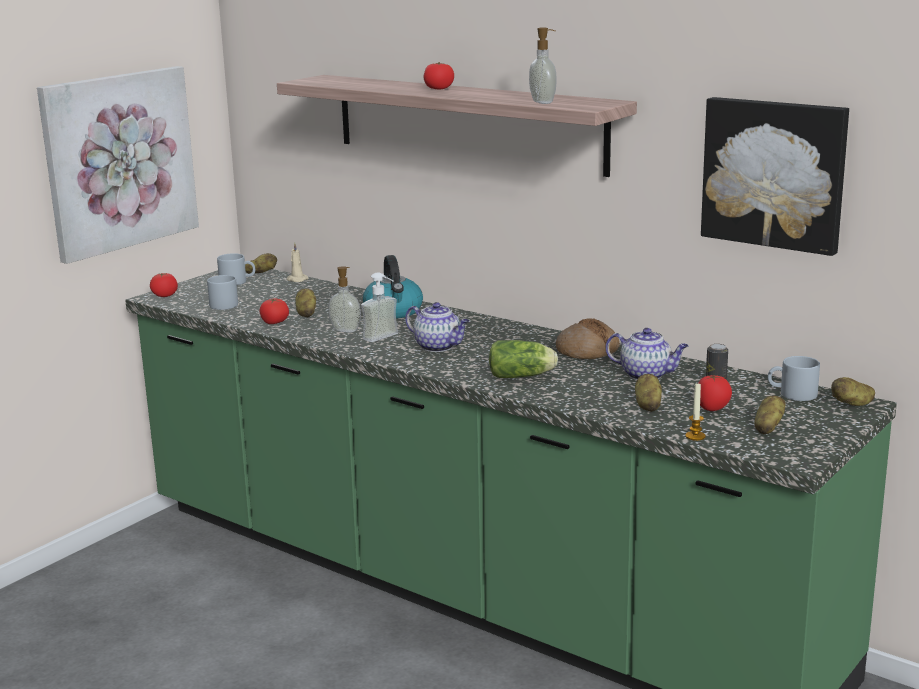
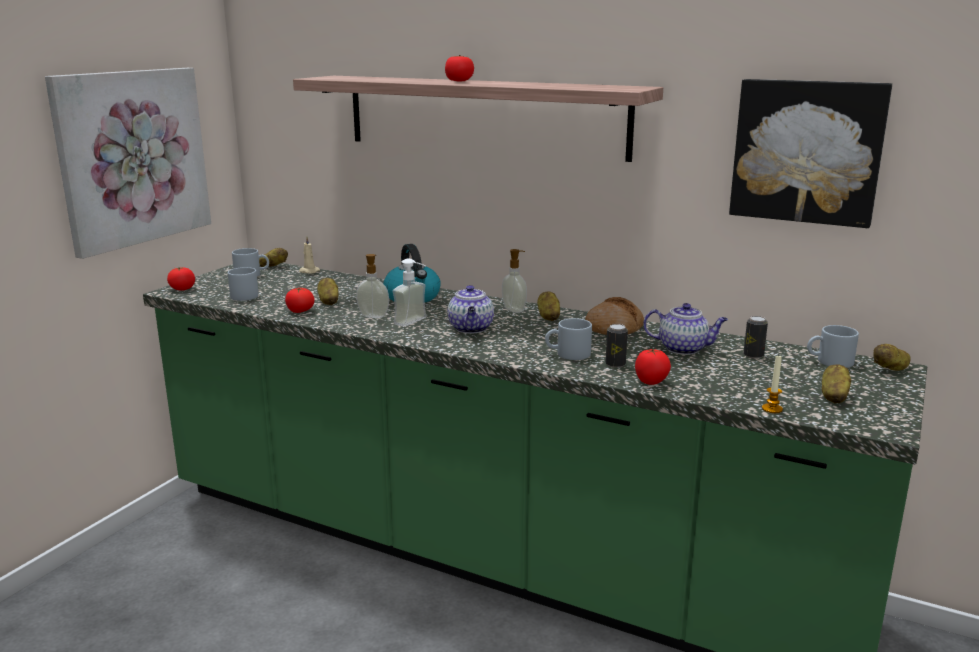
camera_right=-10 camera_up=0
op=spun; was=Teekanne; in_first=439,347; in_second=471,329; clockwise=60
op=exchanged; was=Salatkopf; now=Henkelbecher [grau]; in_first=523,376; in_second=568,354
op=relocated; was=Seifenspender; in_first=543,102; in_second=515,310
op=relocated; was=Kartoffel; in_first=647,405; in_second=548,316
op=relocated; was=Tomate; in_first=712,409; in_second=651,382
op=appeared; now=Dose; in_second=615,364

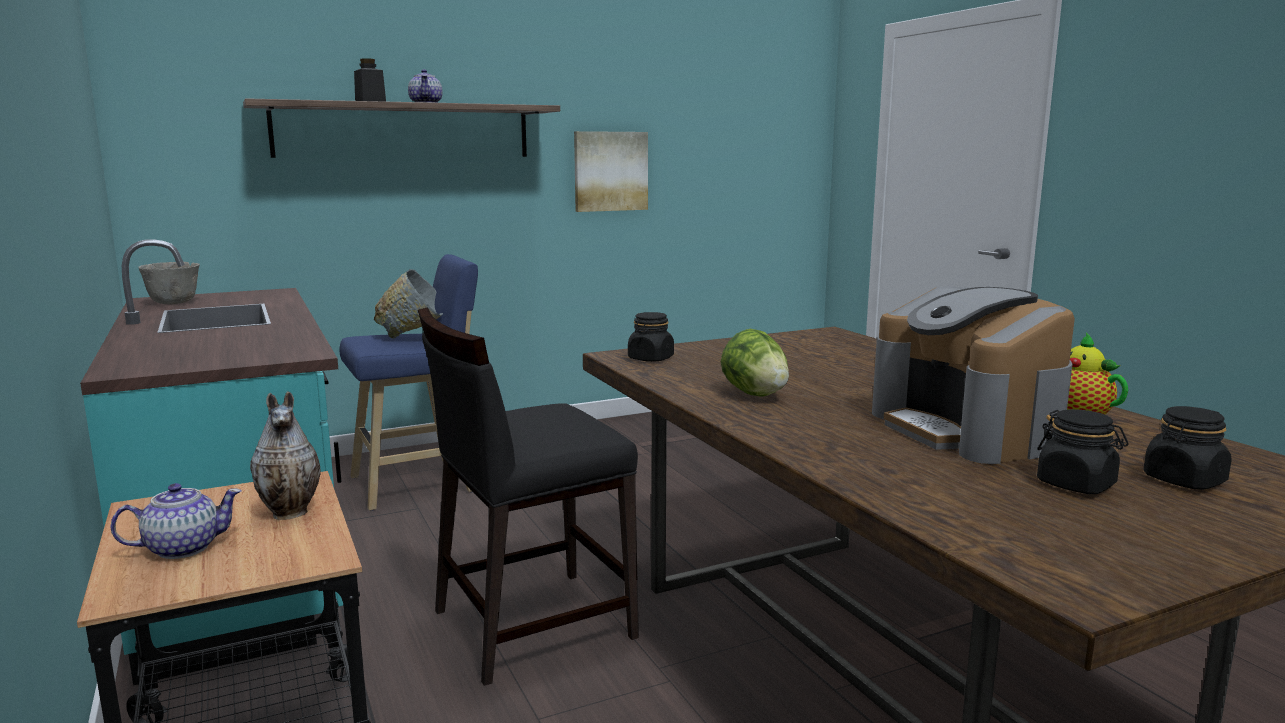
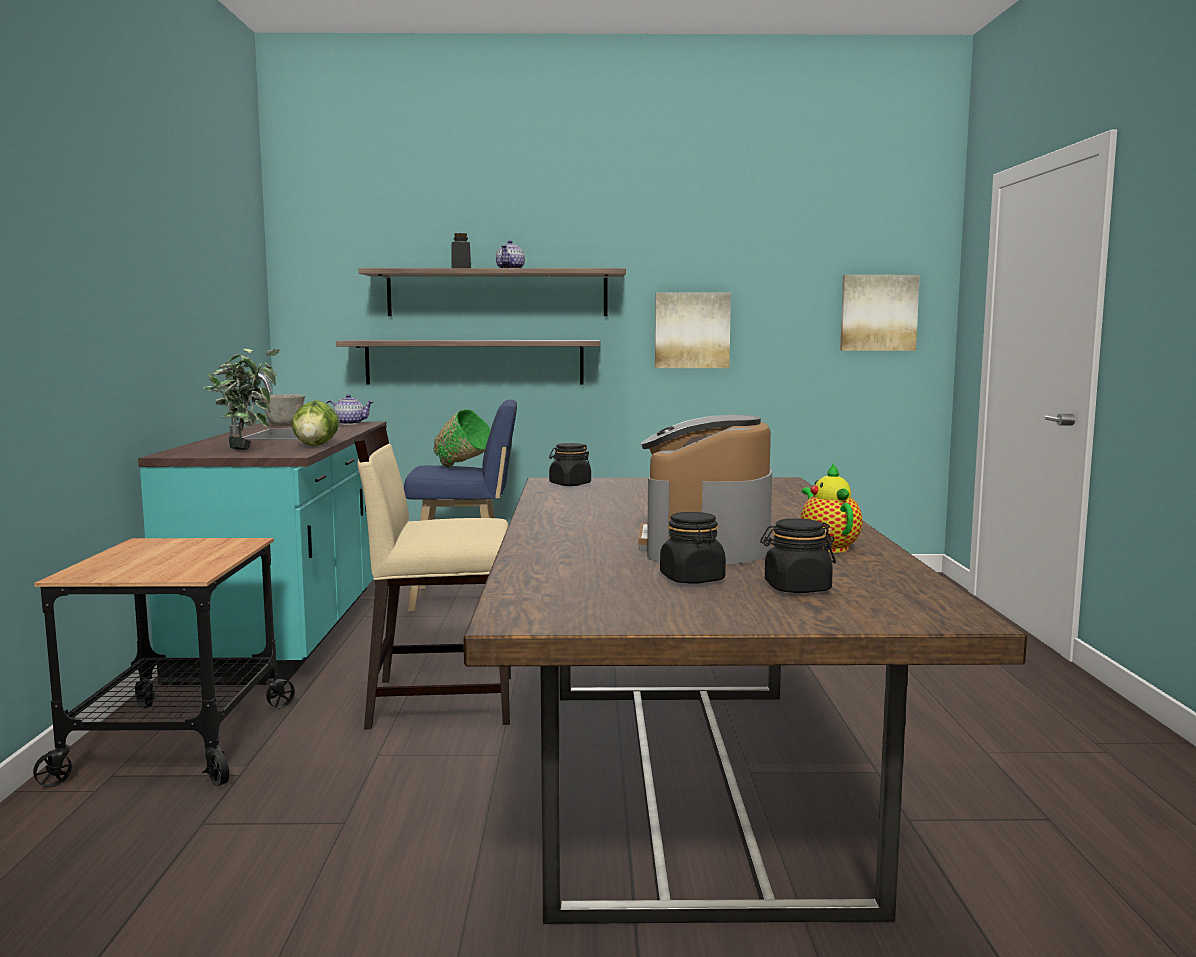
camera_right=25 camera_up=-5
op=relocated; was=Teekanne; in_first=182,548; in_second=349,423
op=missing; was=Vase; in_first=292,512
op=colour; was=Schüssel [grau]; now=Schüssel [grün]; in_first=414,337; in_second=464,468
op=colour; was=Stuhl [schwarz]; now=Stuhl [beige]; in_first=530,623; in_second=440,700
op=relocated; was=Salatkopf; in_first=755,394; in_second=316,445
op=appeared; now=Topfpflanze; in_second=246,448
op=appeared; now=Wandregal; in_second=474,362
op=appeared; now=Bild; in_second=878,313

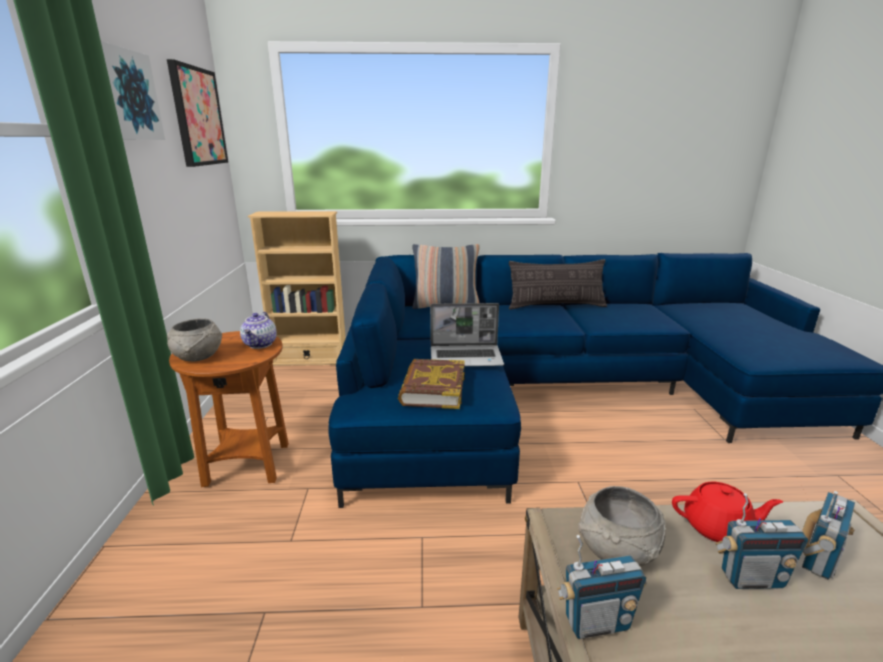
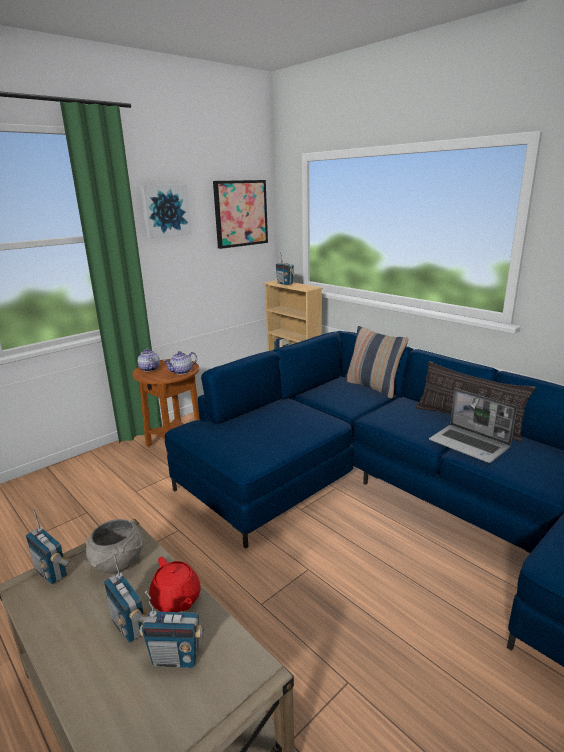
camera_right=50 camera_up=0
op=exchanged; was=Schüssel [grau]; now=Teekanne; in_first=198,357; in_second=149,369
op=missing; was=Buch; in_first=433,389
op=relocated; was=Laptop; in_first=466,357; in_second=470,444
op=appeared; now=Radio; in_second=285,284

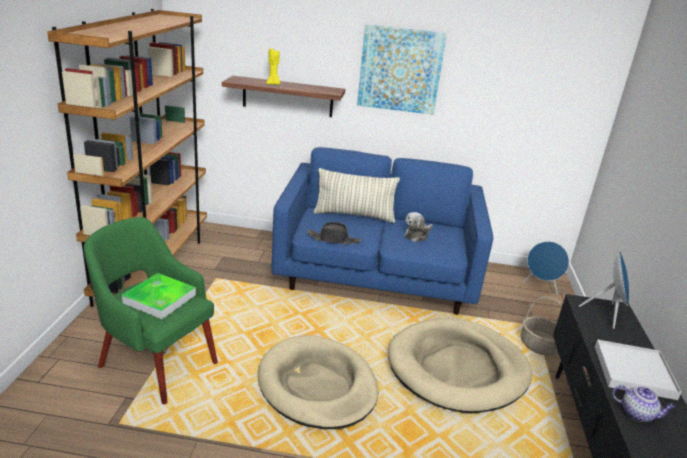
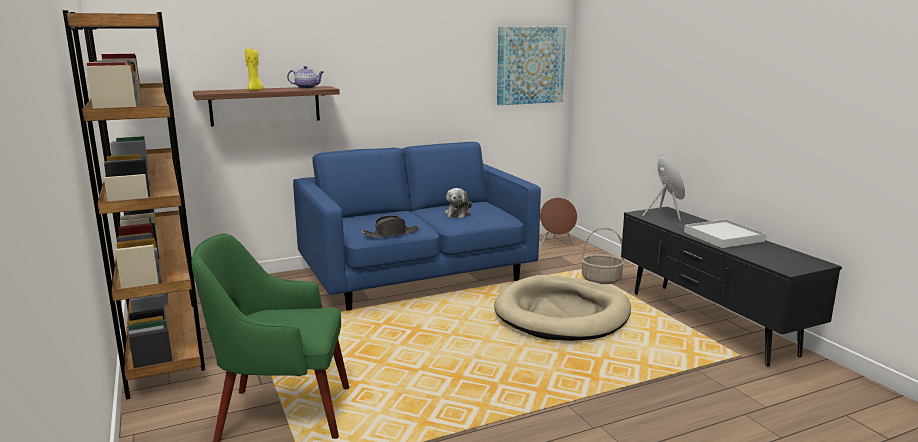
camera_right=-30 camera_up=-10
op=missing; was=Tablett; in_first=159,299
op=missing; was=Hundebett [beige]; in_first=317,385
op=missing; was=Kissen; in_first=354,215
op=relocated; was=Bild; in_first=400,70; in_second=530,65
op=colour; was=Lautsprecher [blau]; now=Lautsprecher [braun]; in_first=540,287; in_second=557,244
op=relocated; was=Teekanne; in_first=637,414; in_second=307,88

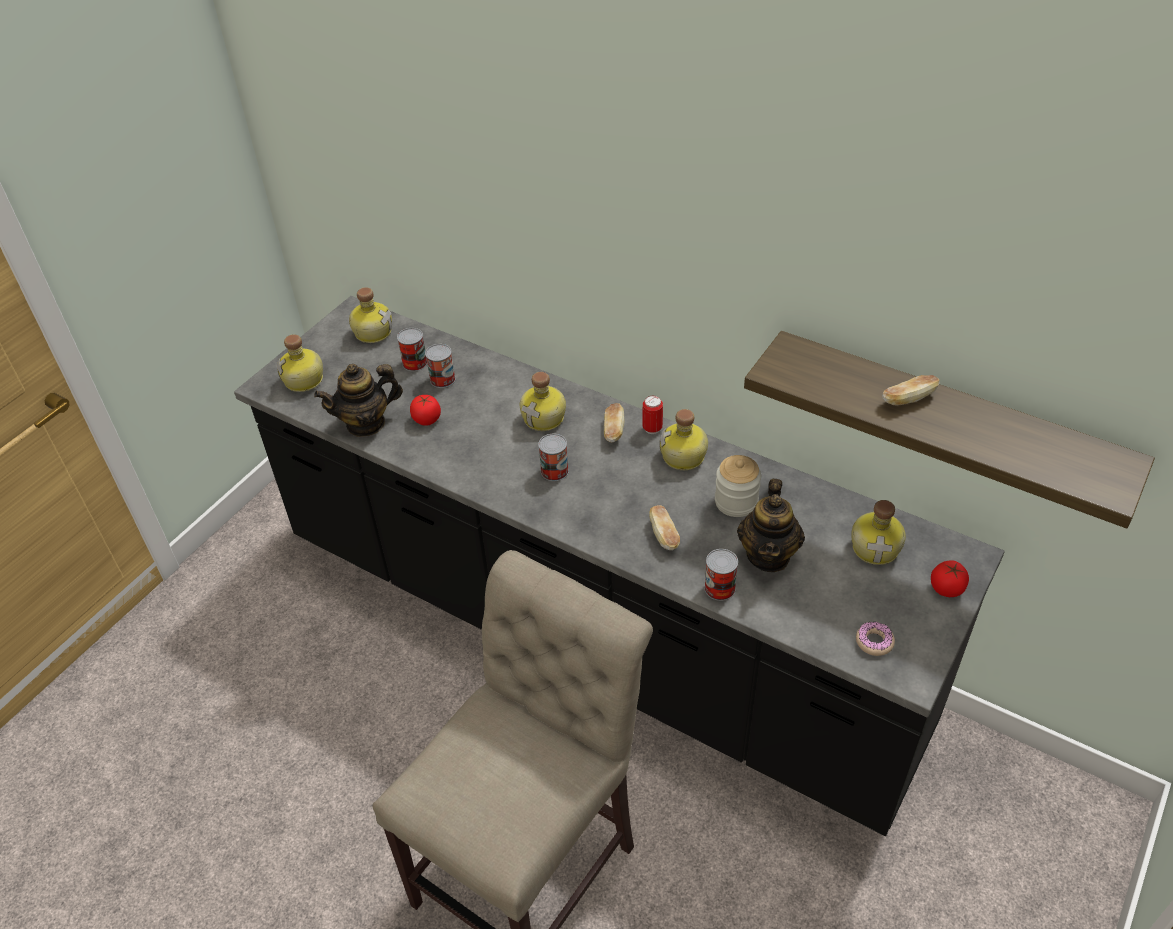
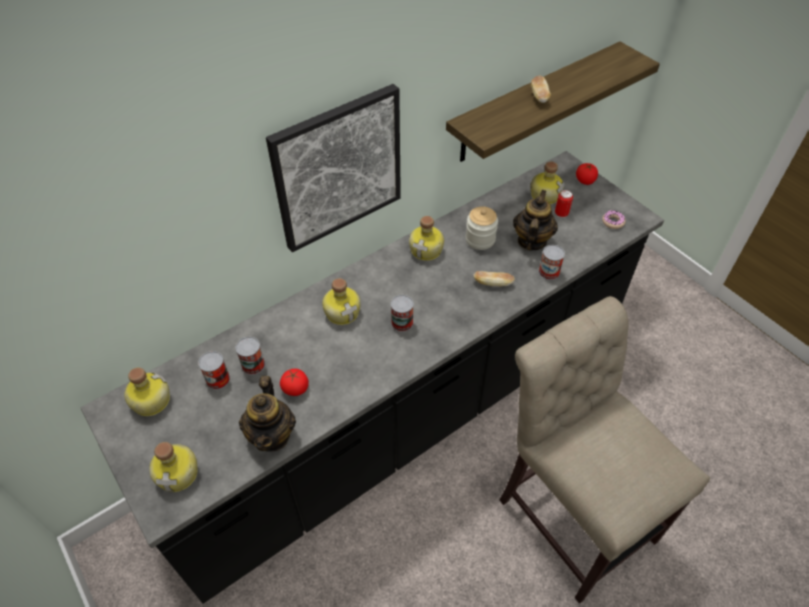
camera_right=-70 camera_up=5
op=missing; was=Brot; in_first=613,430
op=relocated; was=Dose; in_first=652,428; in_second=561,214
op=spun; was=Teekanne; in_first=768,555; in_second=531,241; clockwise=-105
op=appeared; now=Bild; in_second=338,168

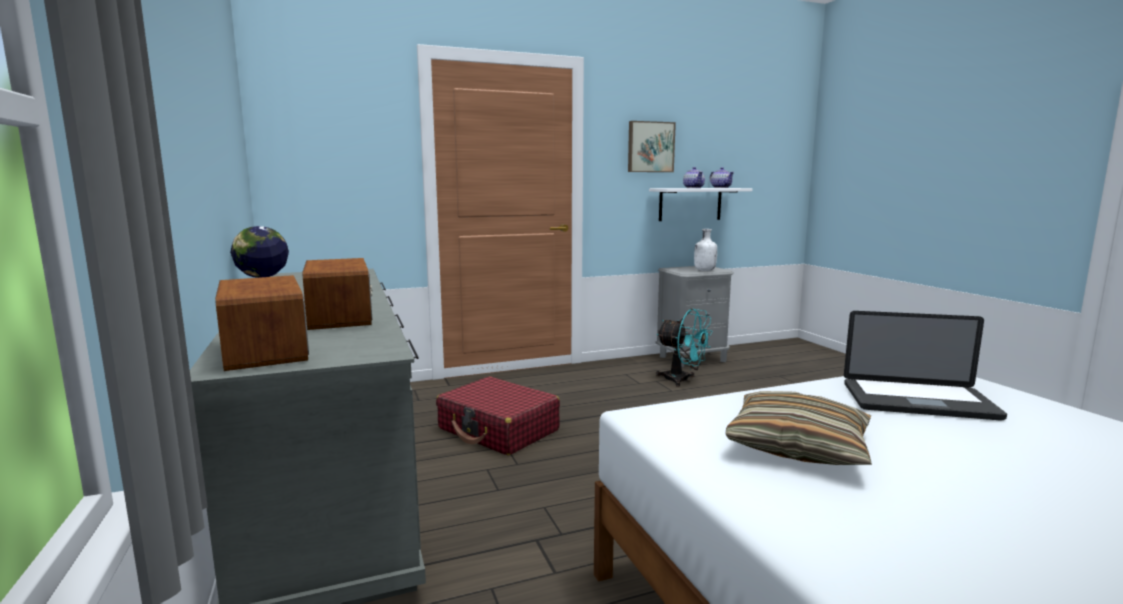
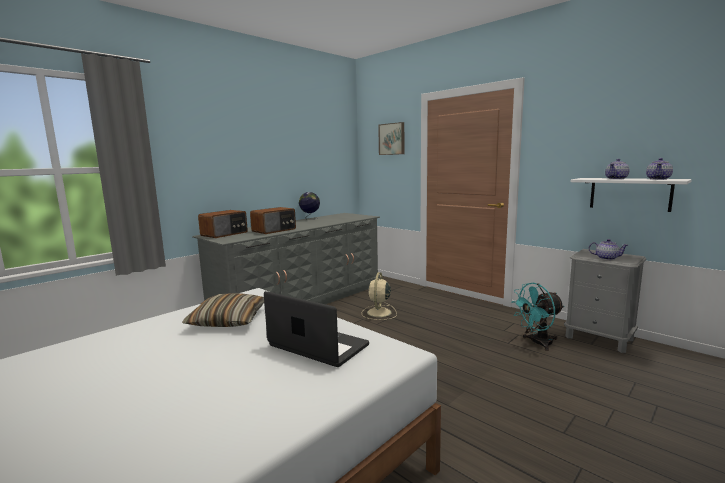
camera_right=65 camera_up=0
op=exchanged; was=Koffer [rot]; now=Ventilator [beige]; in_first=498,430; in_second=379,313
op=relocated; was=Bild; in_first=650,147; in_second=392,139
op=spun; was=Ventilator [türkis]; in_first=682,380; in_second=537,343; clockwise=60
op=exchanged; was=Flasche [weiß]; now=Teekanne; in_first=704,270; in_second=606,258
op=spun; was=Laptop; in_first=918,401; in_second=318,346; clockwise=135

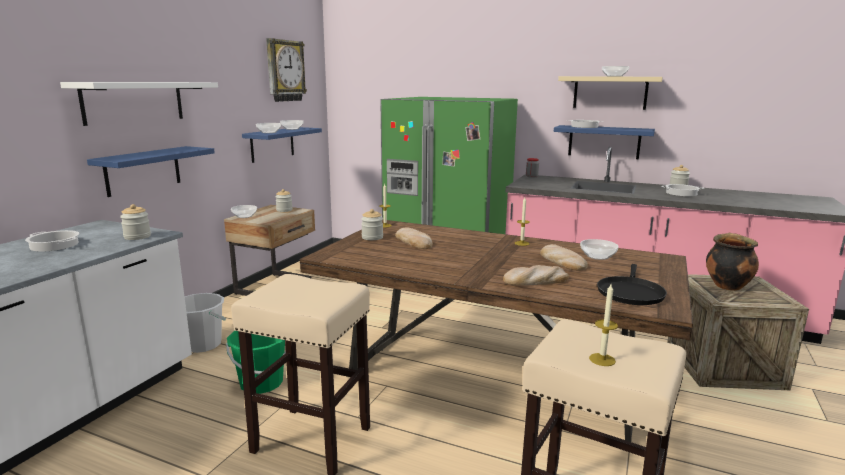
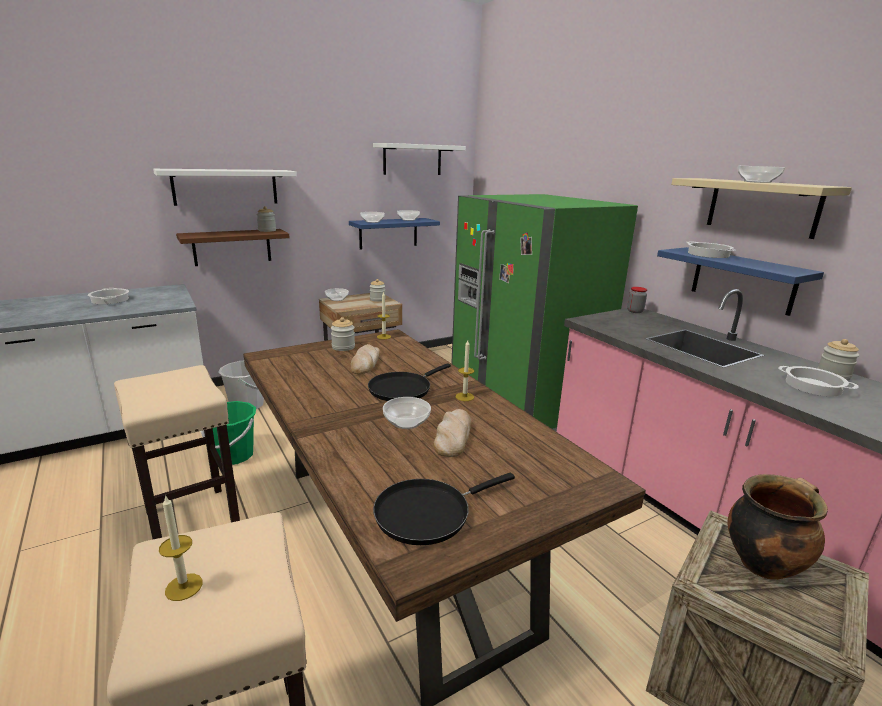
camera_right=35 camera_up=5
op=colour; was=Wandregal [blau]; now=Wandregal [braun]; in_first=143,170; in_second=232,247
op=relocated; was=Vorratsglas; in_first=137,237; in_second=267,230
op=exchanged; was=Wanduhr; now=Wandregal [weiß]; in_first=284,71; in_second=412,159
op=missing; was=Brot; in_first=535,280
op=relocated; was=Schüssel; in_first=597,256; in_second=406,422
op=appeared; now=Pfanne [schwarz]; in_second=403,389

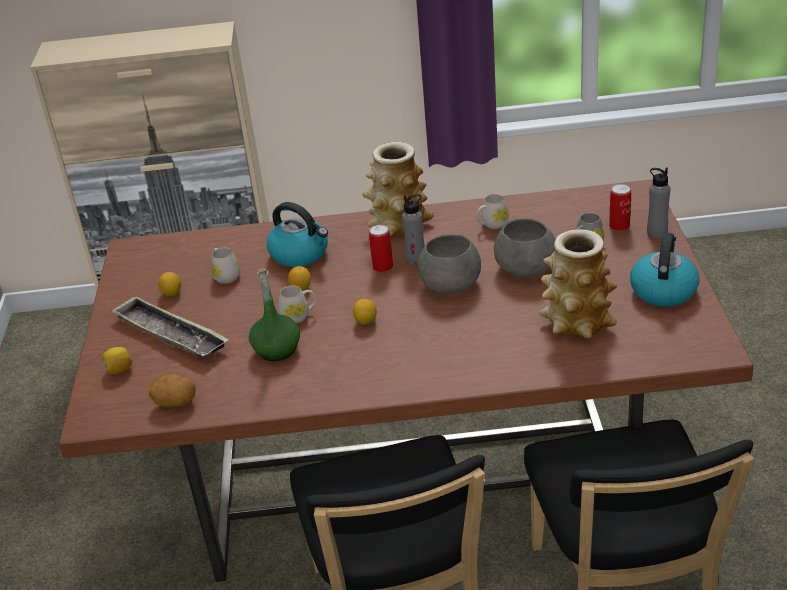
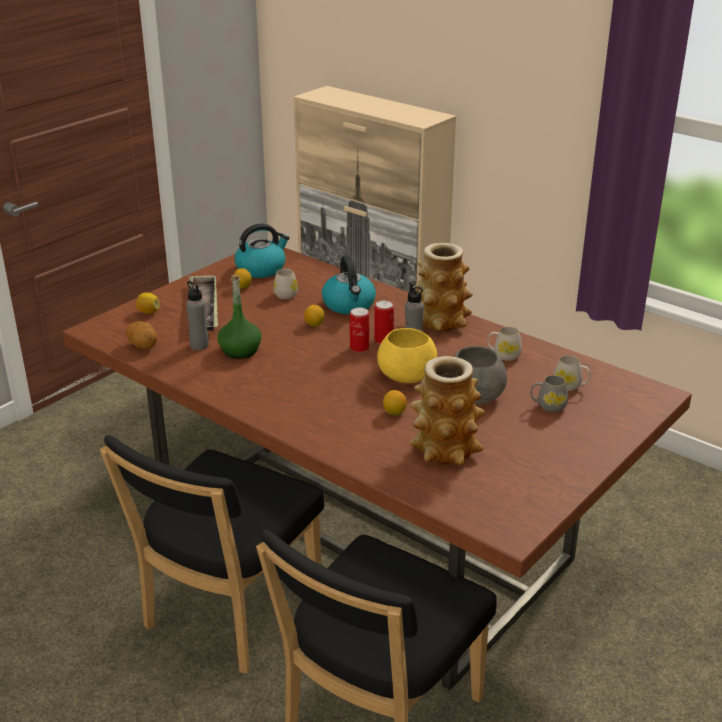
camera_right=40 camera_up=-5
op=relocated; was=Henkelbecher [weiß]; in_first=299,316; in_second=570,386
op=relocated; was=Zitrone; in_first=366,321; in_second=394,412
op=colour; was=Schüssel [grau]; now=Schüssel [gelb]; in_first=451,283; in_second=408,375
op=relocated; was=Dose; in_first=619,226; in_second=359,348
op=relocated; was=Wasserkessel; in_first=663,290; in_second=261,269
op=relocated; was=Flasche [grau]; in_first=657,232; in_second=199,345

